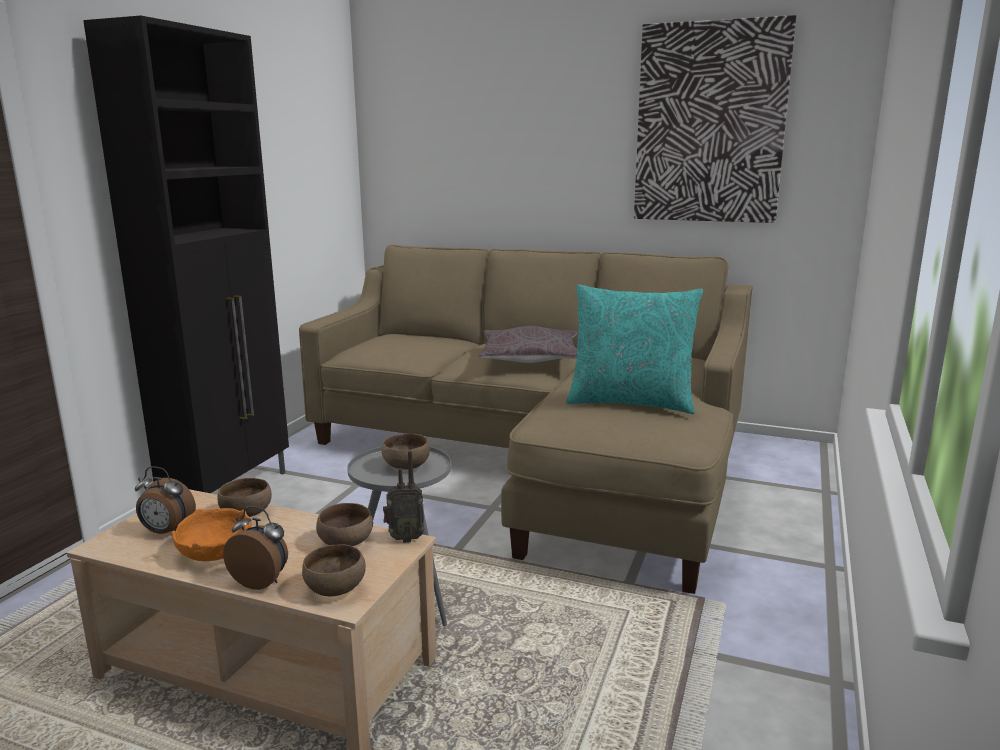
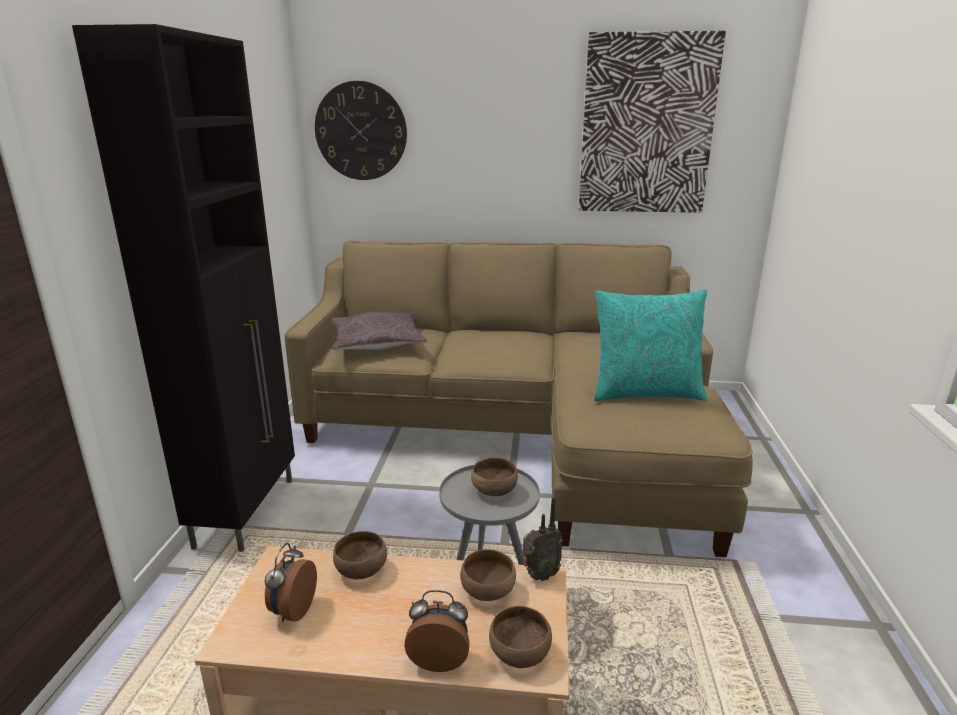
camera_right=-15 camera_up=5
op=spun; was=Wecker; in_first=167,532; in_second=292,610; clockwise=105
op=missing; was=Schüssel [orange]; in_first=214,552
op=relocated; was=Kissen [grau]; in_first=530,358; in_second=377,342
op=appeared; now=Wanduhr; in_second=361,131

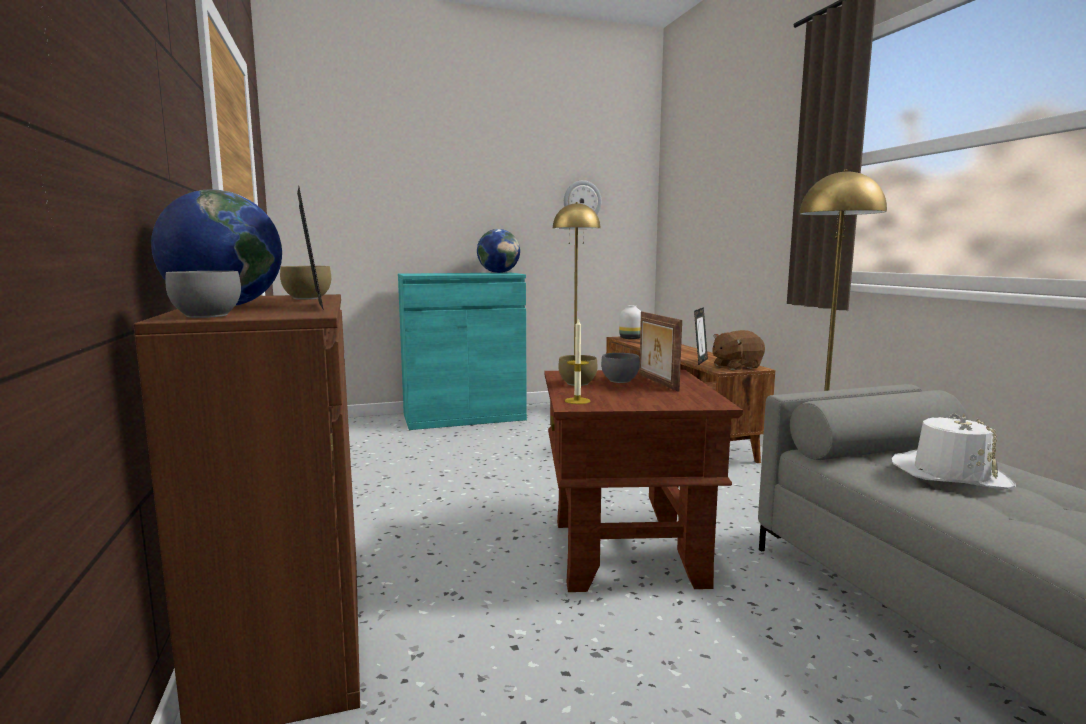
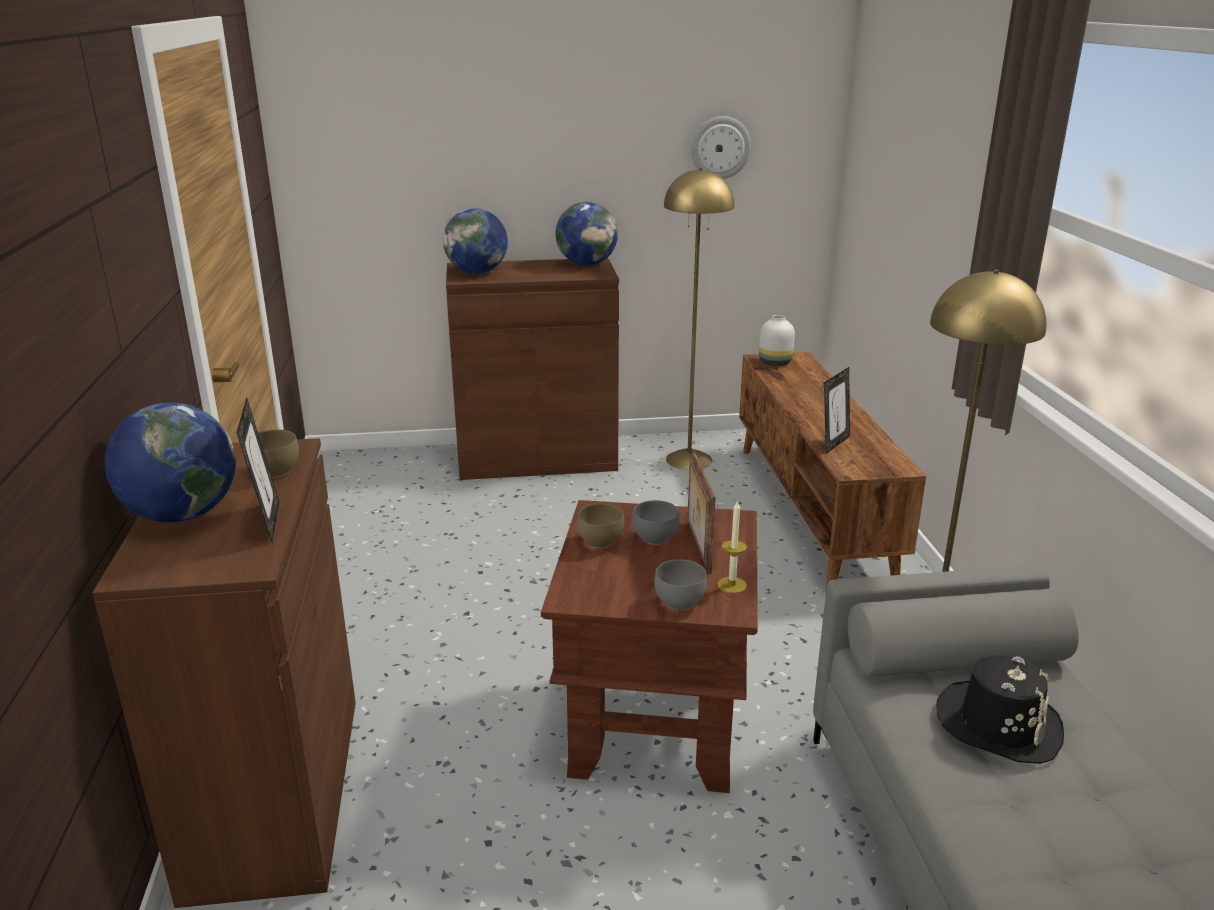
camera_right=10 camera_up=15
op=relocated; was=Schüssel [grau]; in_first=204,316; in_second=677,602
op=colour; was=Schrank [türkis]; now=Schrank [braun]; in_first=464,417; in_second=537,458
op=relocated; was=Kerze; in_first=577,401; in_second=732,585
op=missing; was=Plüschtier [braun]; in_first=736,366
op=colour; was=Hut [weiß]; now=Hut [schwarz]; in_first=950,473; in_second=998,724
op=appeared; now=Globus; in_second=477,272

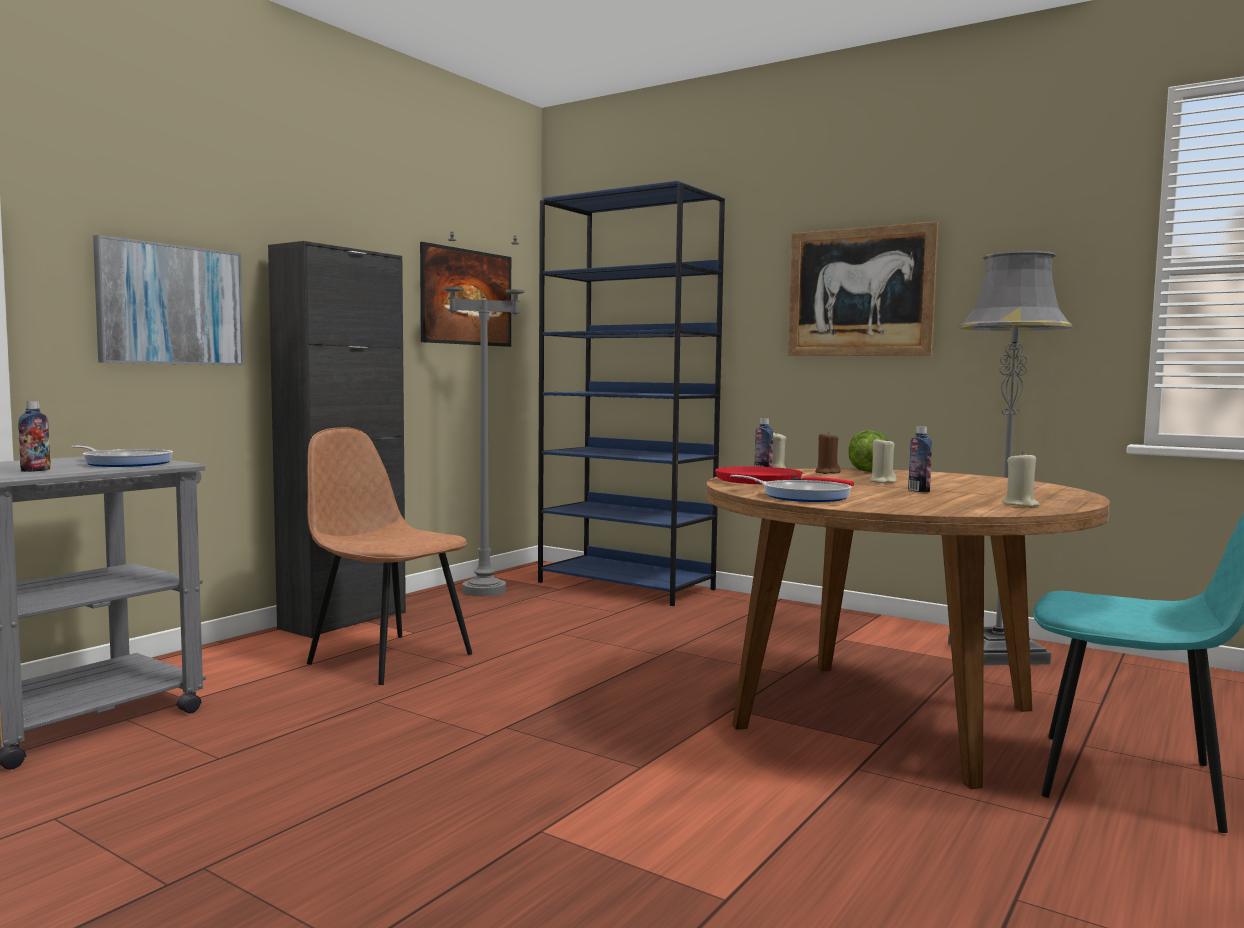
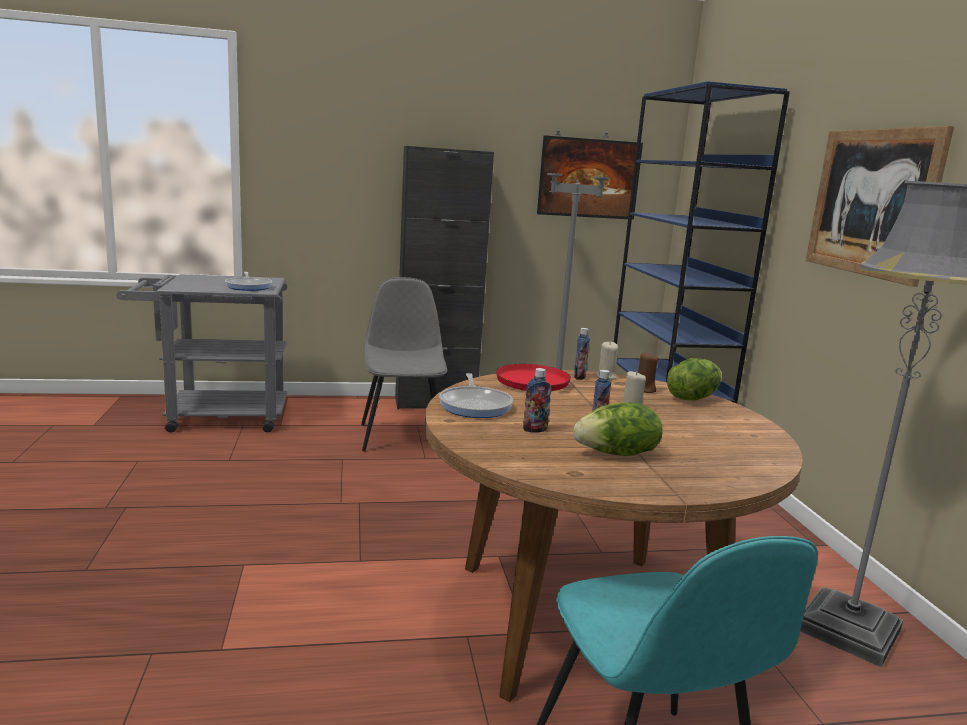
camera_right=45 camera_up=10
op=relocated; was=Flasche; in_first=35,470; in_second=535,430
op=missing; was=Bild; in_first=171,305
op=colour; was=Stuhl [braun]; now=Stuhl [grau]; in_first=388,658; in_second=402,436
op=missing; was=Kerze [beige]; in_first=1020,504
op=appeared; now=Salatkopf; in_second=618,454

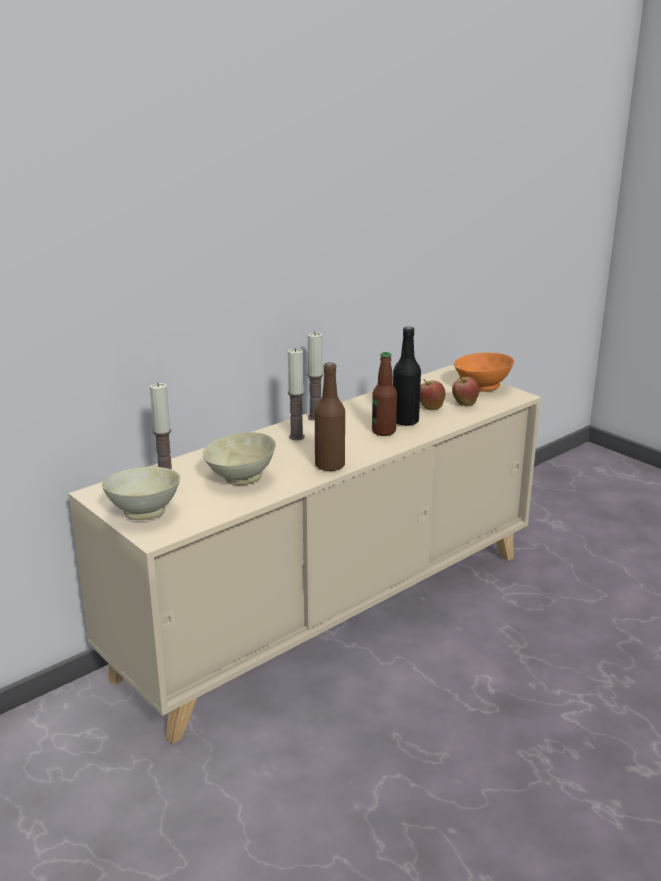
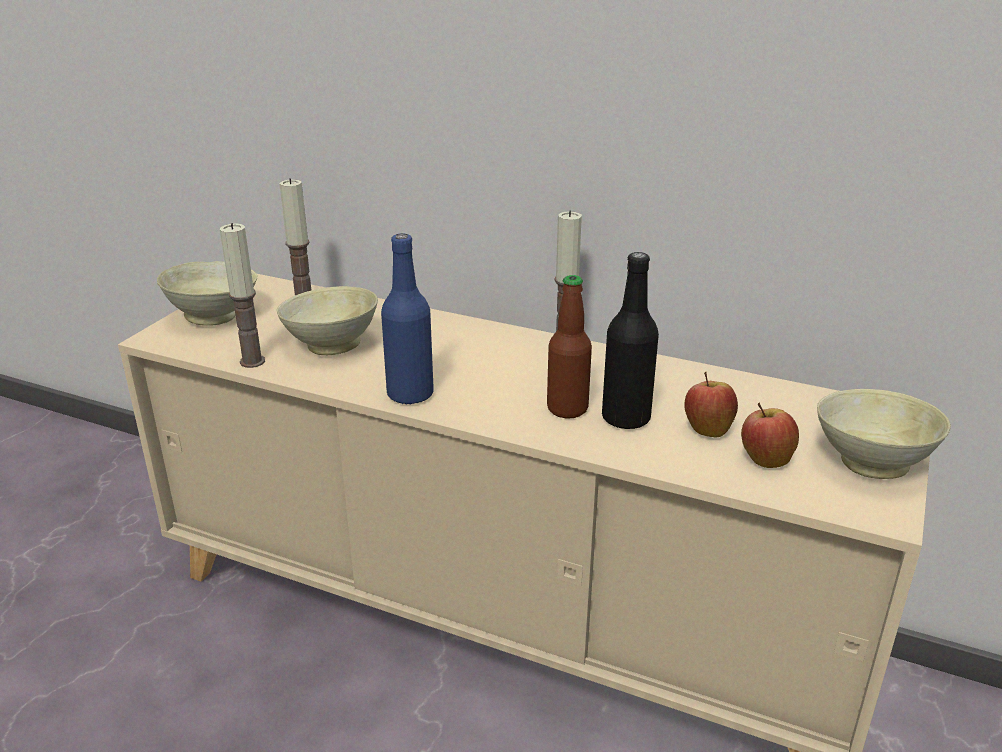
camera_right=65 camera_up=5
op=relocated; was=Kerze; in_first=296,437; in_second=252,361
op=colour; was=Flasche [braun]; now=Flasche [blau]; in_first=329,466; in_second=410,394
op=colour; was=Schüssel [orange]; now=Schüssel [beige]; in_first=481,387; in_second=872,462

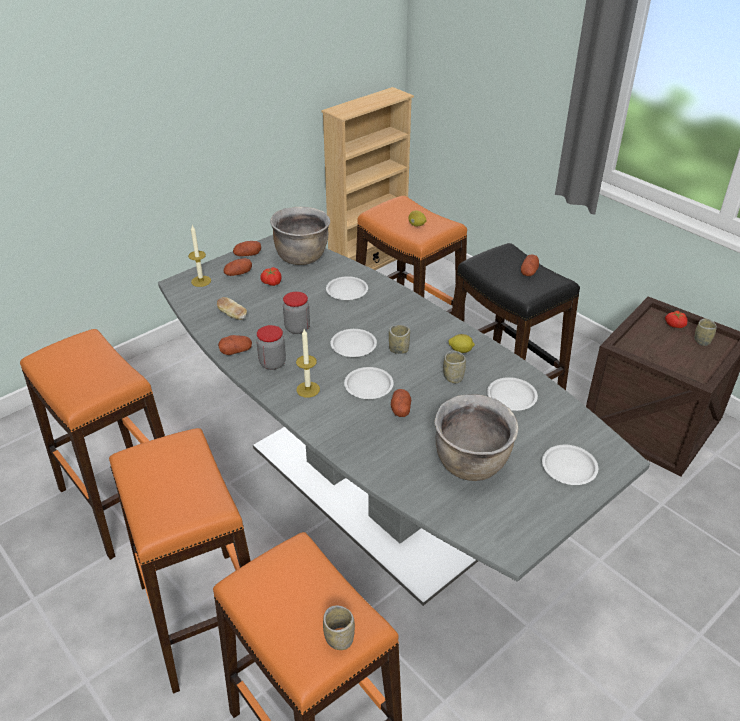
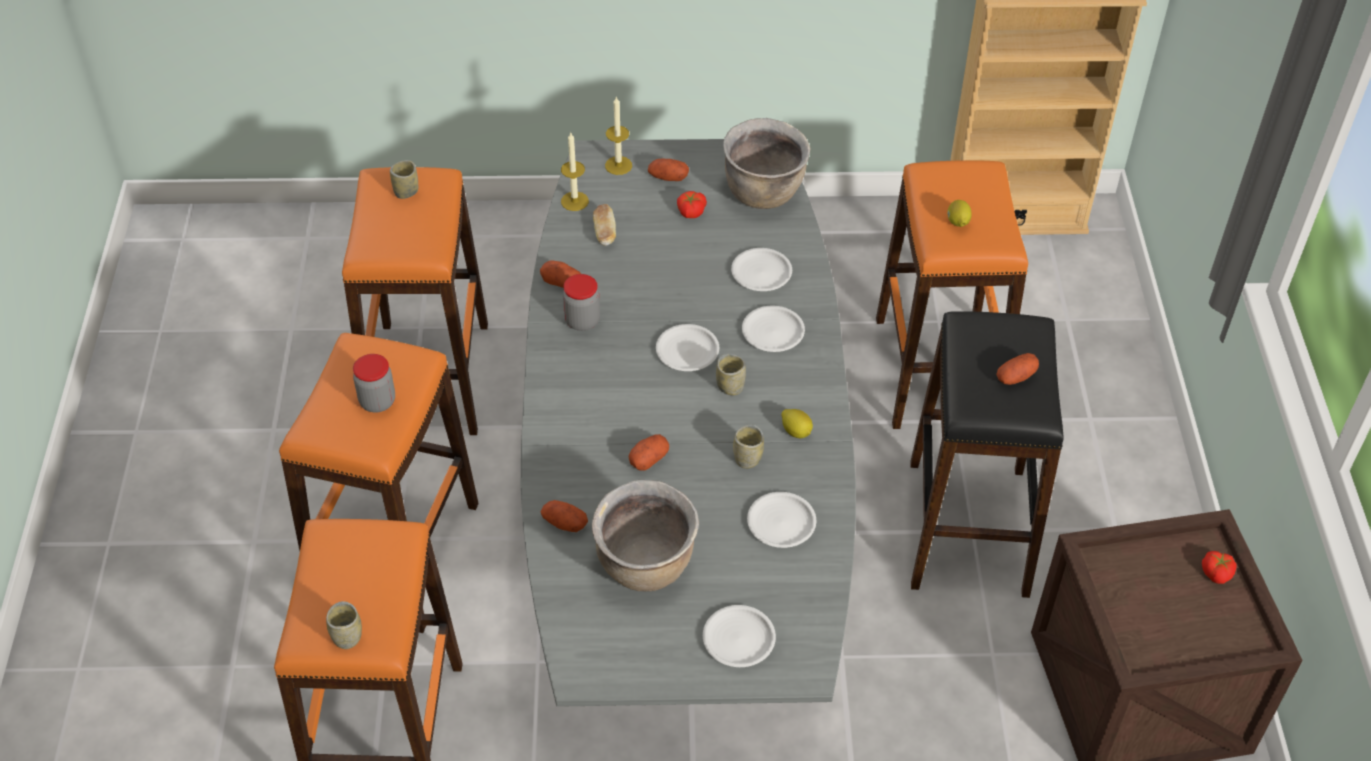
camera_right=40 camera_up=10
op=relocated; was=Kartoffel; in_first=247,255; in_second=564,523
op=relocated; was=Vorratsglas; in_first=297,328; in_second=377,401
op=relocated; was=Kerze; in_first=308,389; in_second=574,201
op=relocated; was=Teller [weiß]; in_first=369,386; in_second=772,333
op=relocated; was=Tasse; in_first=702,341; in_second=406,191

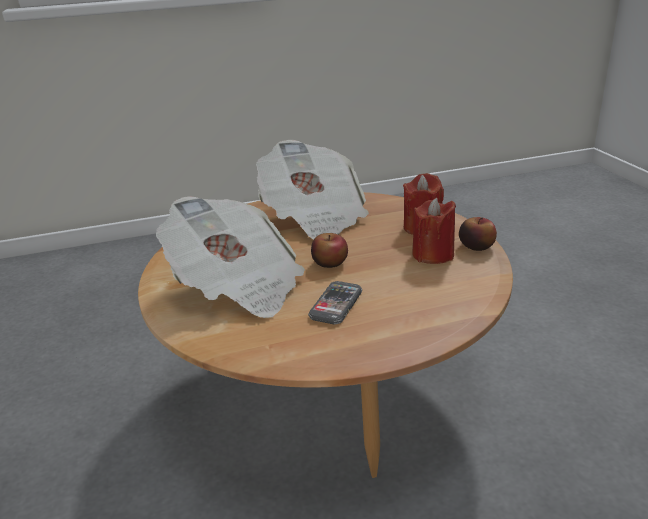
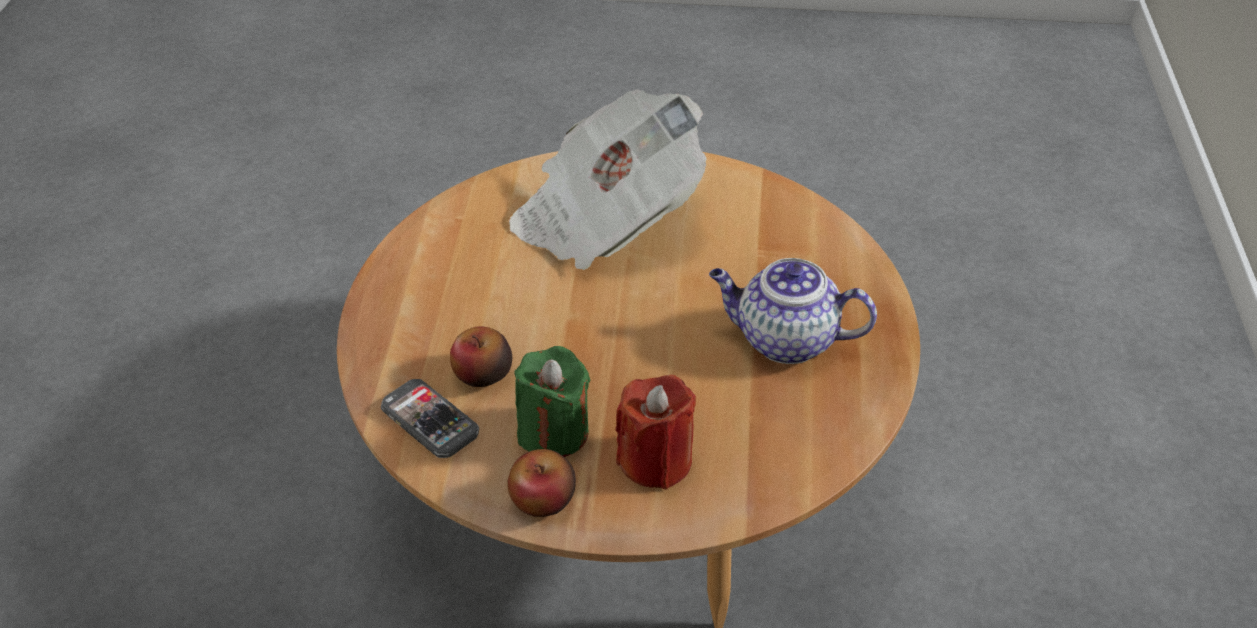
camera_right=110 camera_up=15
op=exchanged; was=Zeitung; now=Teekanne; in_first=313,217; in_second=784,340
op=relocated; was=Handy; in_first=336,304; in_second=430,420
op=relocated; was=Apfel; in_first=330,262; in_second=482,374
op=colour; was=Kerze [rot]; now=Kerze [grün]; in_first=433,255; in_second=553,432

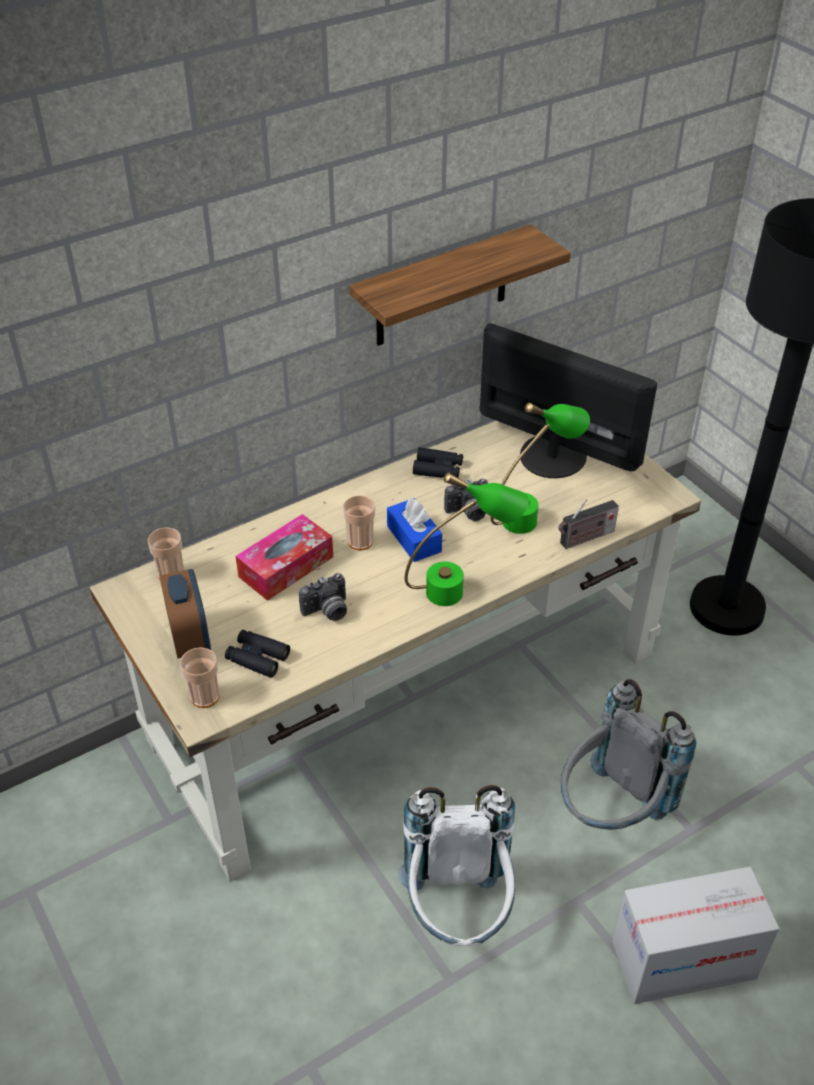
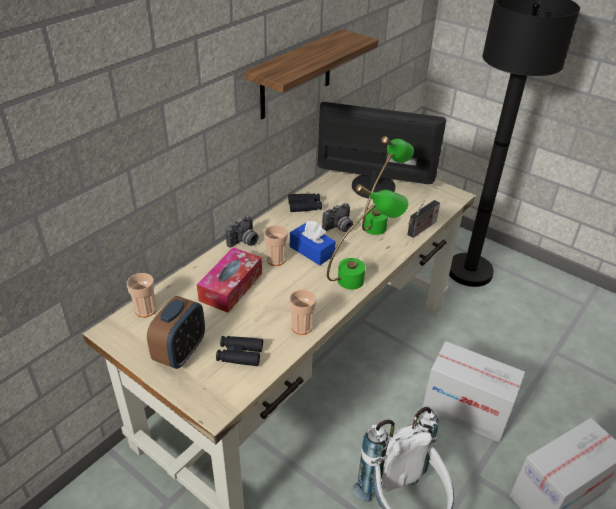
camera_right=-20 camera_up=-5
op=spun; was=Wecker; in_first=190,638; in_second=180,352; clockwise=60
op=relocated; was=Tasse; in_first=205,696; in_second=302,327
op=relocated; was=Kamera; in_first=327,611; in_second=244,242
op=exchanged; was=Rucksack [grau]; now=Karton; in_first=610,812; in_second=466,410

